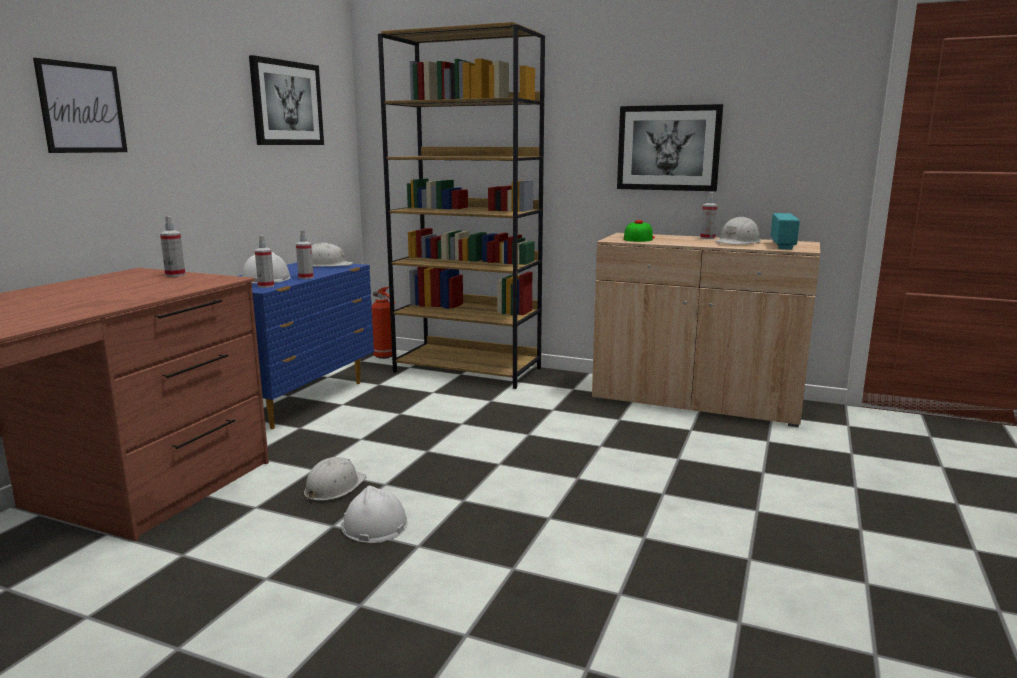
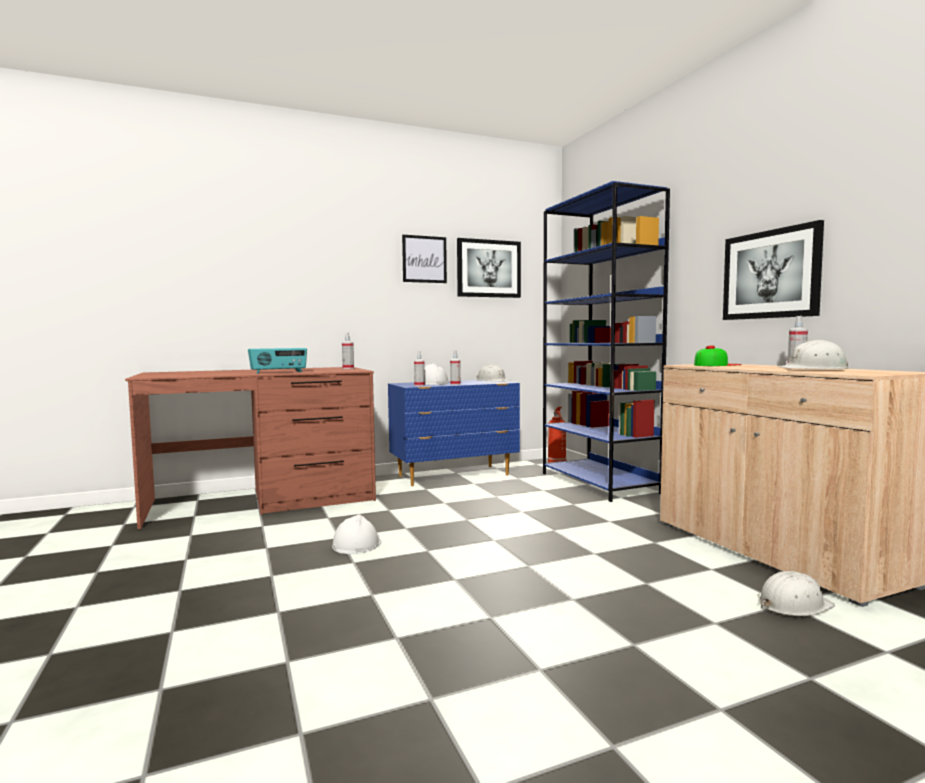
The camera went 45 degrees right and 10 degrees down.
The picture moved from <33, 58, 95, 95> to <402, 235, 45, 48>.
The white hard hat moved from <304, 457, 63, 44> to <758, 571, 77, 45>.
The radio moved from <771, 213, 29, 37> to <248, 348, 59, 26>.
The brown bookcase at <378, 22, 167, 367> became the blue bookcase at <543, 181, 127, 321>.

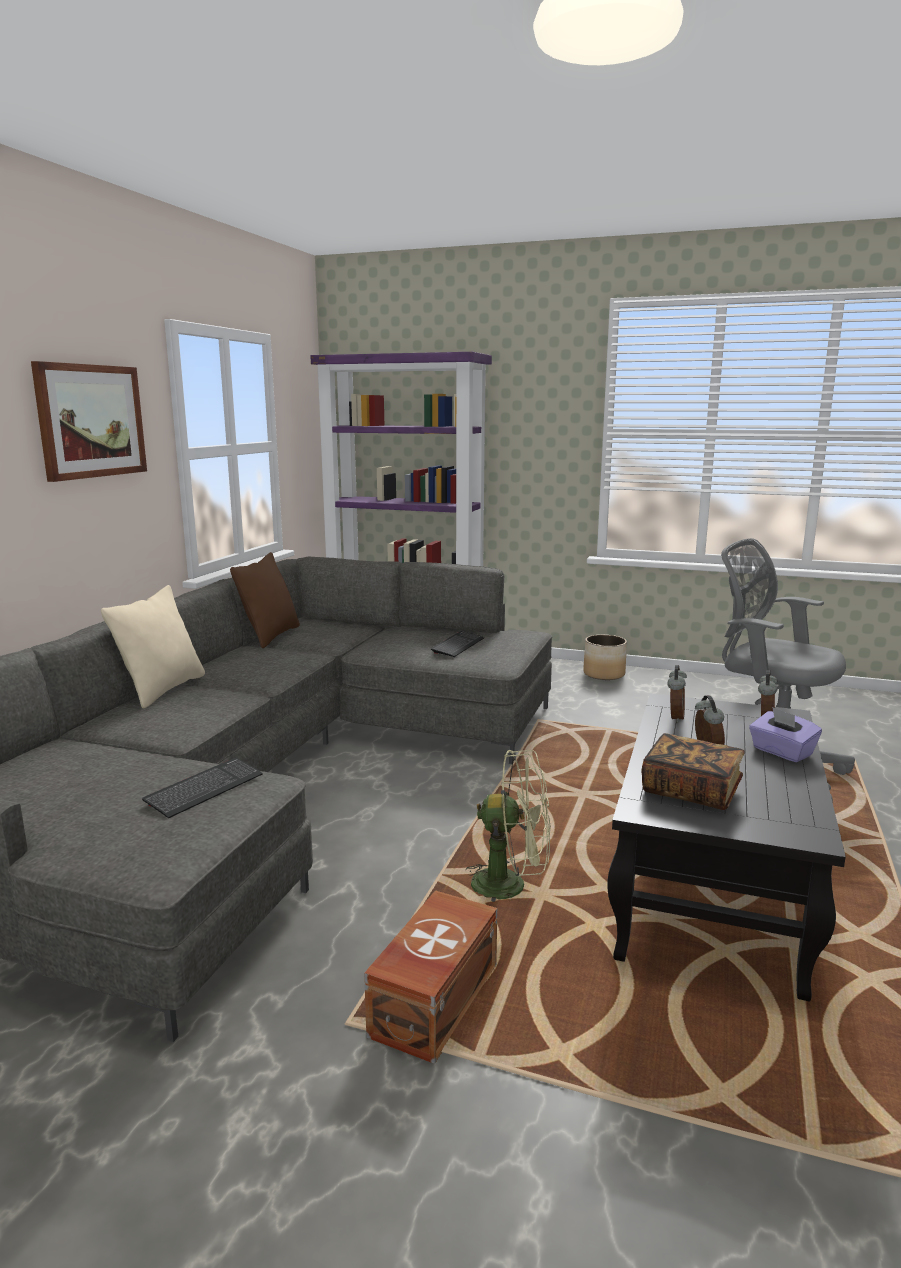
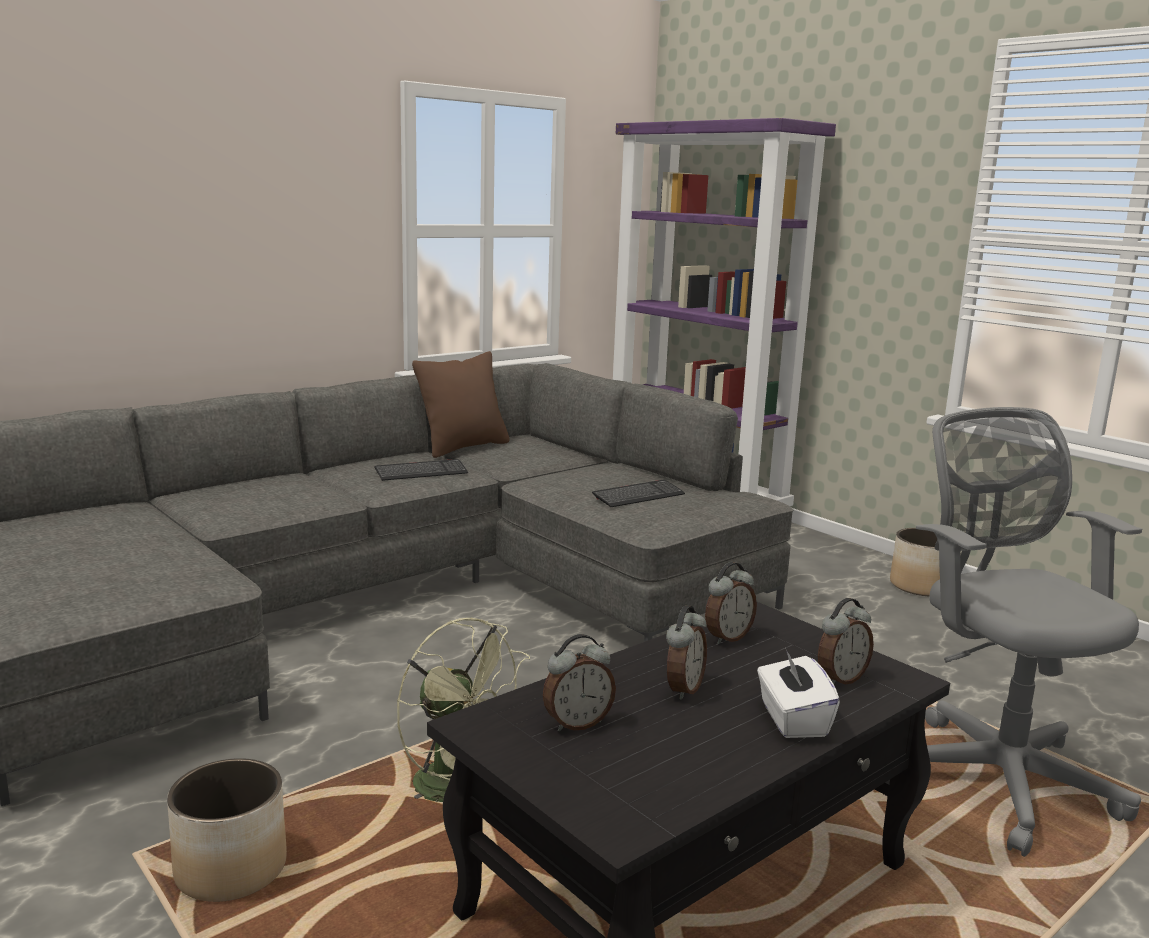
The camera went 30 degrees right and 0 degrees up.
The picture at <31, 361, 116, 121> disappeared.
The beige pillow at <101, 585, 104, 124> disappeared.
The keyboard moved from <142, 758, 121, 60> to <374, 459, 94, 22>.
The brown storage box at <364, 890, 133, 174> was replaced by the planter at <167, 758, 120, 144>.
The book at <641, 733, 104, 77> was replaced by the alarm clock at <543, 634, 73, 98>.
The purple tissue box at <749, 707, 73, 55> became the white tissue box at <757, 647, 83, 91>.

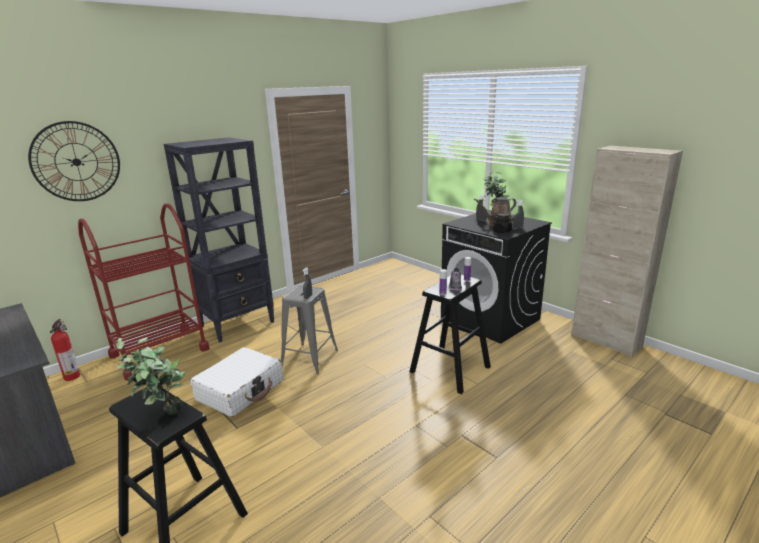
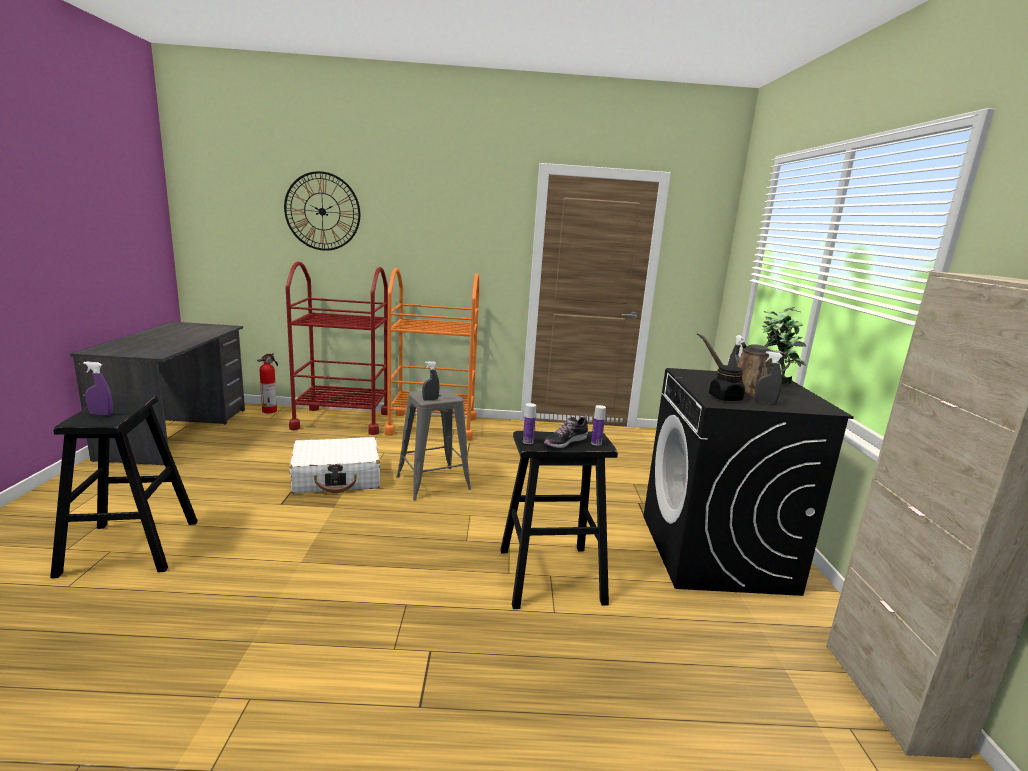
The camera went 40 degrees right and 5 degrees down.
The potted plant at <116, 337, 70, 78> was replaced by the purple spray bottle at <83, 362, 30, 53>.
The black bookcase at <164, 137, 111, 206> was replaced by the orange cart at <384, 268, 95, 173>.

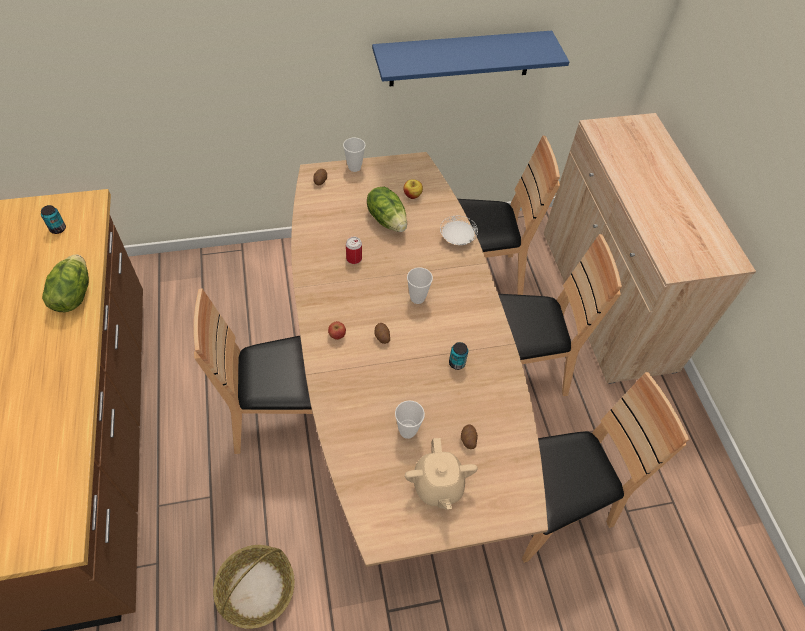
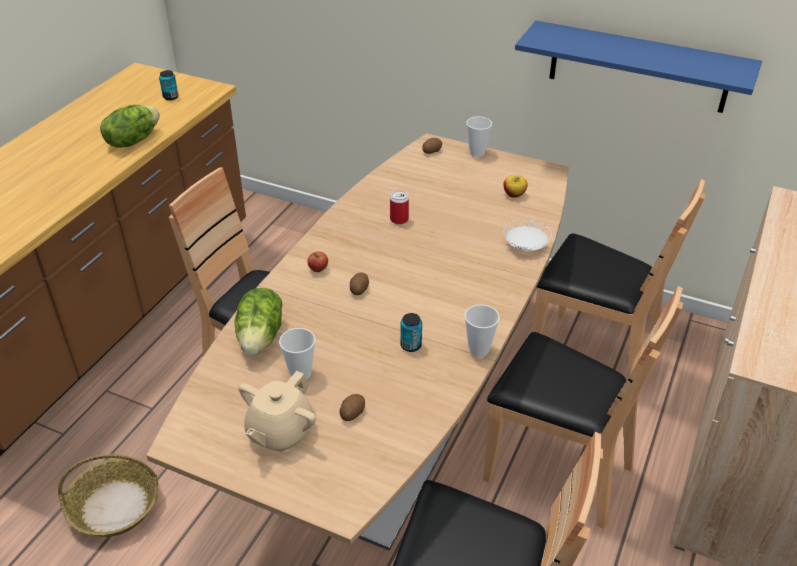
The camera went 40 degrees right and 15 degrees down.
The lettuce moved from <367, 187, 40, 45> to <235, 288, 47, 68>.
The cup moved from <407, 267, 26, 37> to <465, 305, 35, 52>.

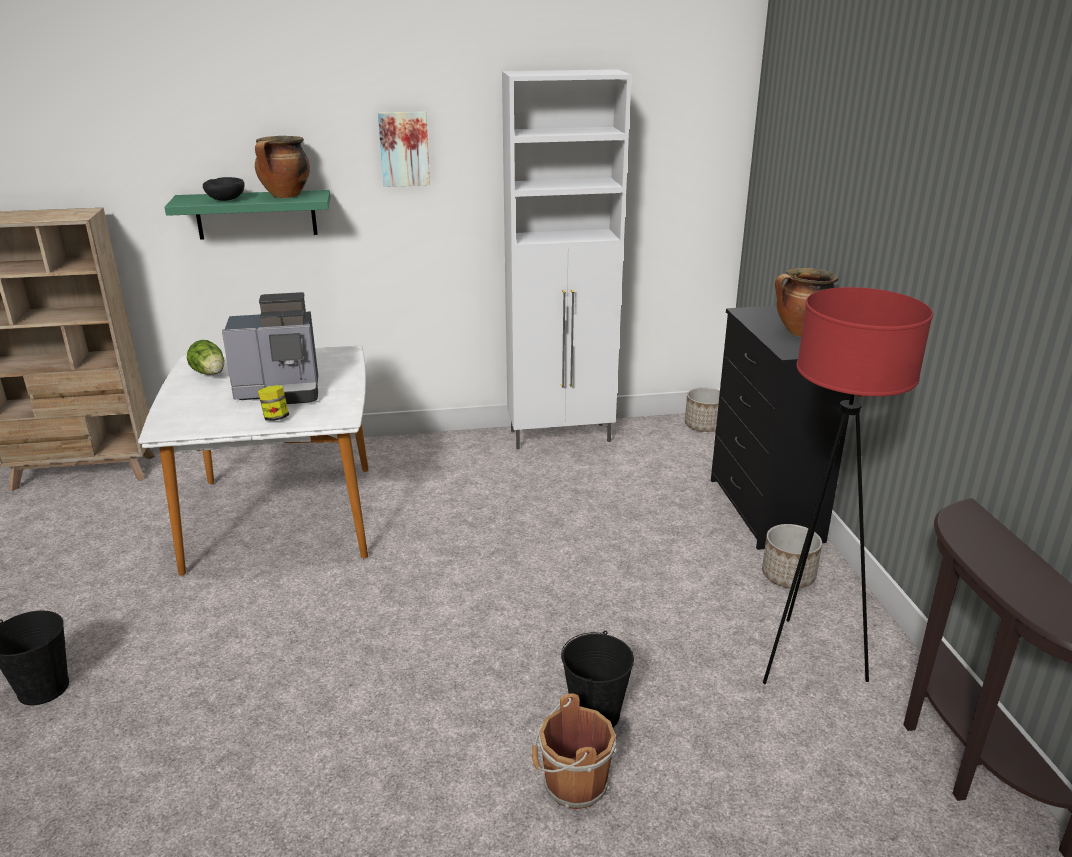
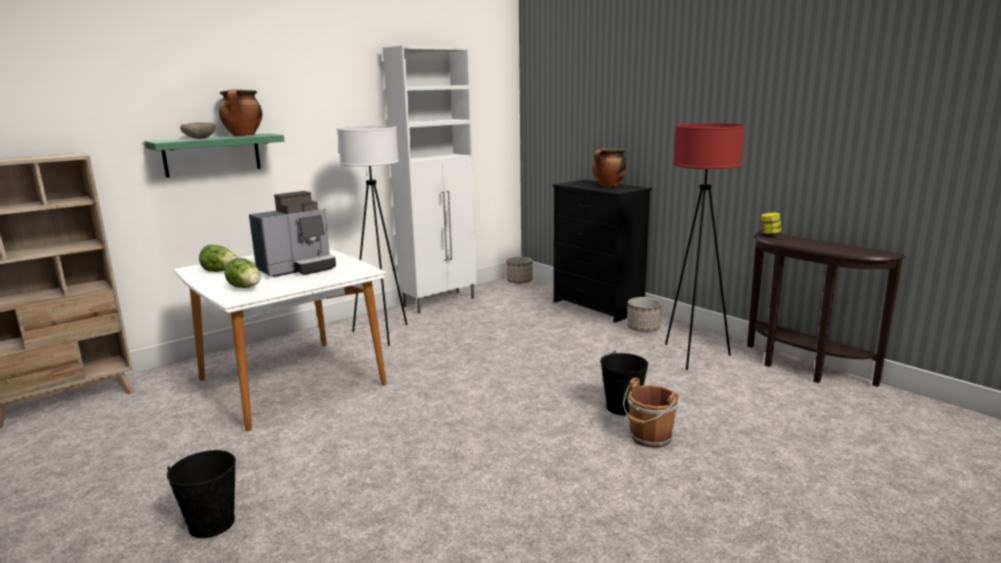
The camera went 30 degrees left and 10 degrees down.
The picture at <378, 111, 52, 76> disappeared.
The lettuce at <225, 258, 35, 30> appeared.
The white floor lamp at <337, 126, 71, 220> appeared.
The jar moved from <258, 385, 31, 36> to <761, 212, 21, 24>.
The black bowl at <203, 177, 42, 24> became the beige bowl at <180, 122, 36, 17>.

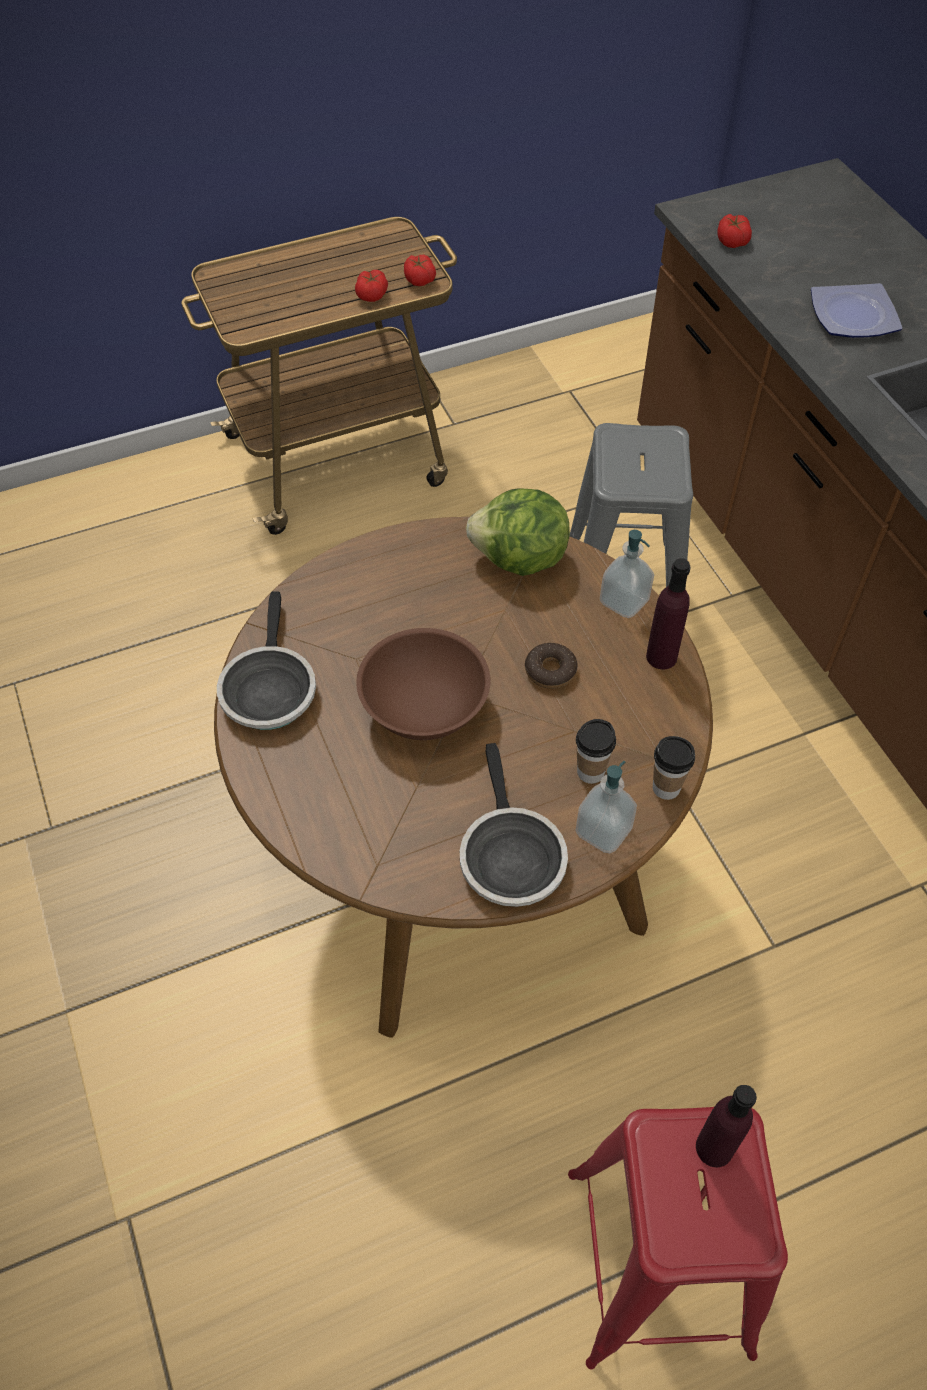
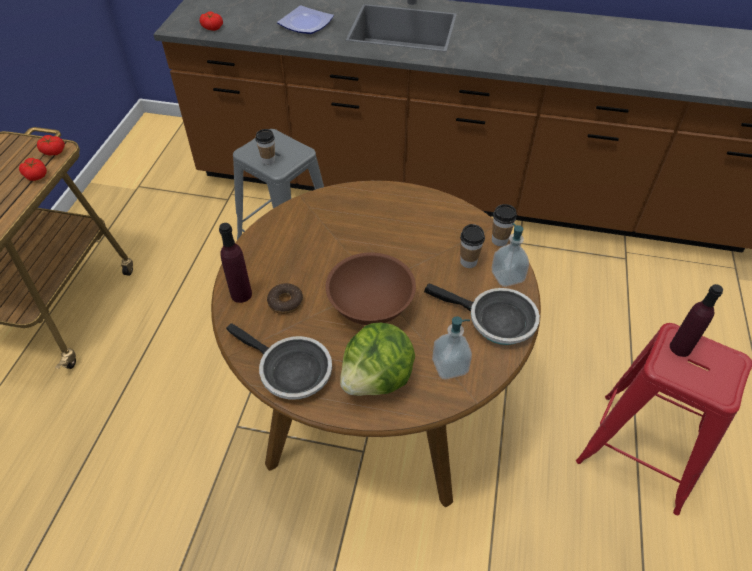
The camera went 55 degrees left and 5 degrees down.
The cup at <255, 129, 20, 36> appeared.
The lettuce moved from <466, 488, 104, 88> to <340, 322, 75, 74>.
The donut moved from <525, 643, 53, 46> to <267, 283, 36, 31>.
The soap dispenser moved from <600, 530, 54, 88> to <432, 316, 40, 63>.
The purple bottle moved from <646, 558, 44, 112> to <219, 223, 33, 80>.

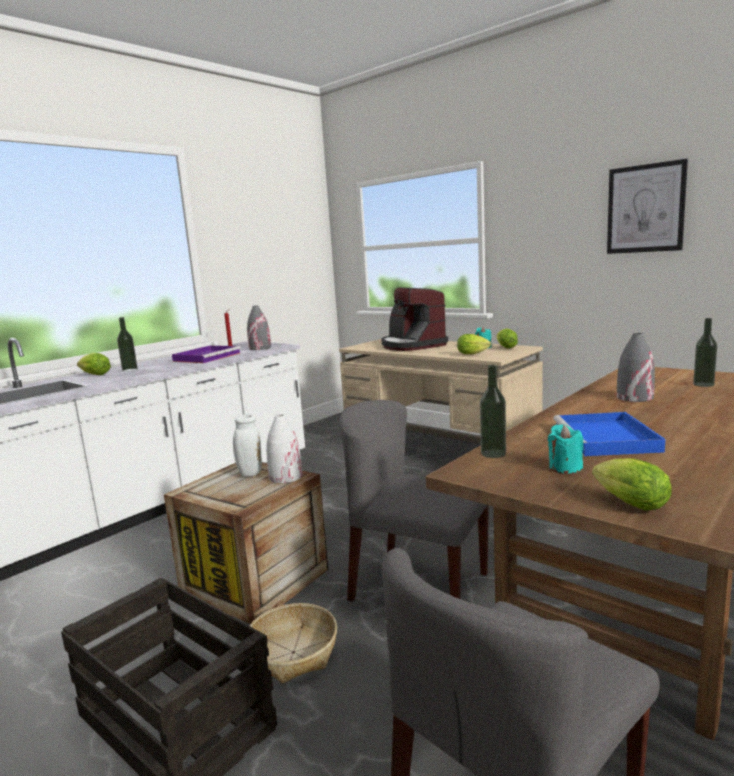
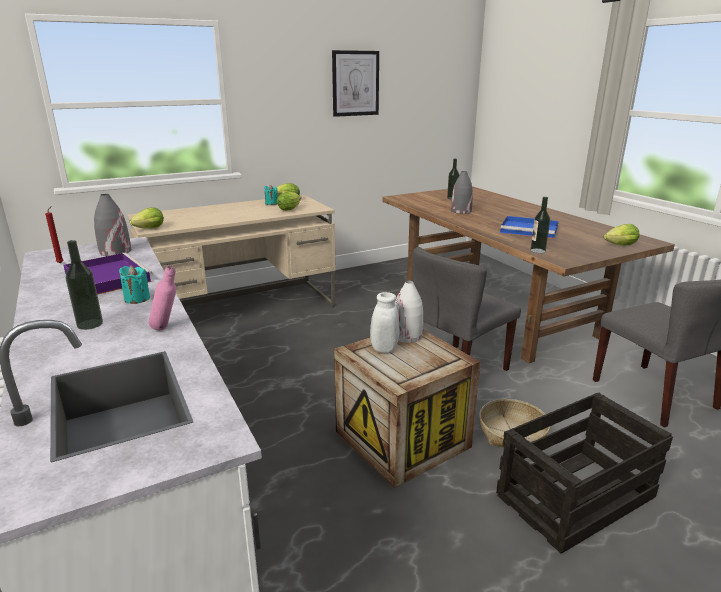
The camera went 70 degrees left and 10 degrees up.
The coffee machine at <381, 287, 67, 64> disappeared.
The pink bottle at <149, 265, 27, 65> appeared.
The lettuce moved from <77, 353, 34, 22> to <130, 207, 34, 22>.
The turquoise candle moved from <548, 424, 35, 50> to <119, 266, 31, 38>.

